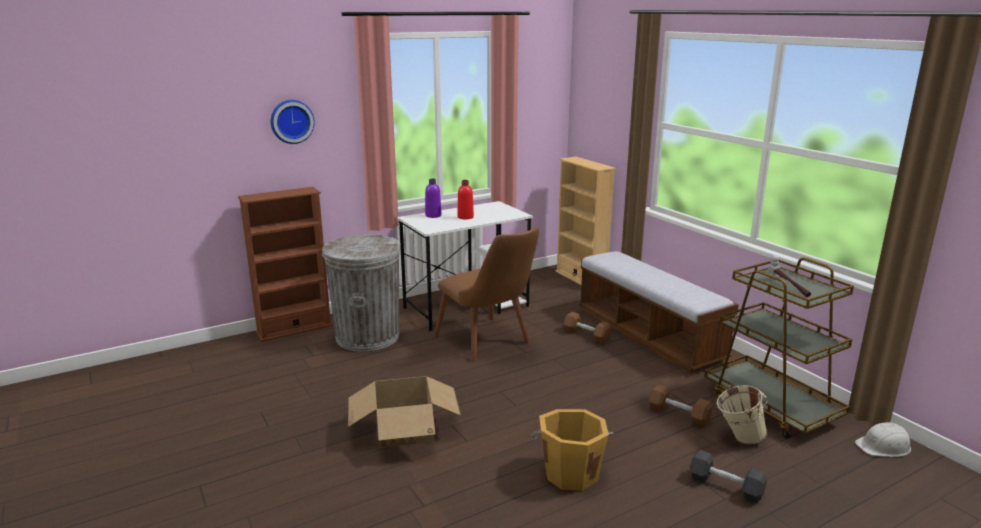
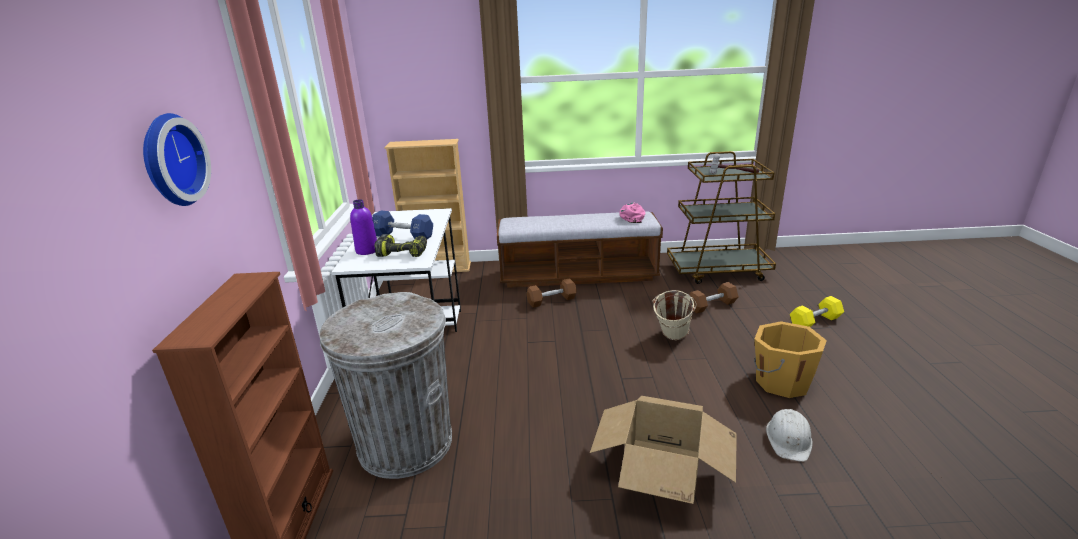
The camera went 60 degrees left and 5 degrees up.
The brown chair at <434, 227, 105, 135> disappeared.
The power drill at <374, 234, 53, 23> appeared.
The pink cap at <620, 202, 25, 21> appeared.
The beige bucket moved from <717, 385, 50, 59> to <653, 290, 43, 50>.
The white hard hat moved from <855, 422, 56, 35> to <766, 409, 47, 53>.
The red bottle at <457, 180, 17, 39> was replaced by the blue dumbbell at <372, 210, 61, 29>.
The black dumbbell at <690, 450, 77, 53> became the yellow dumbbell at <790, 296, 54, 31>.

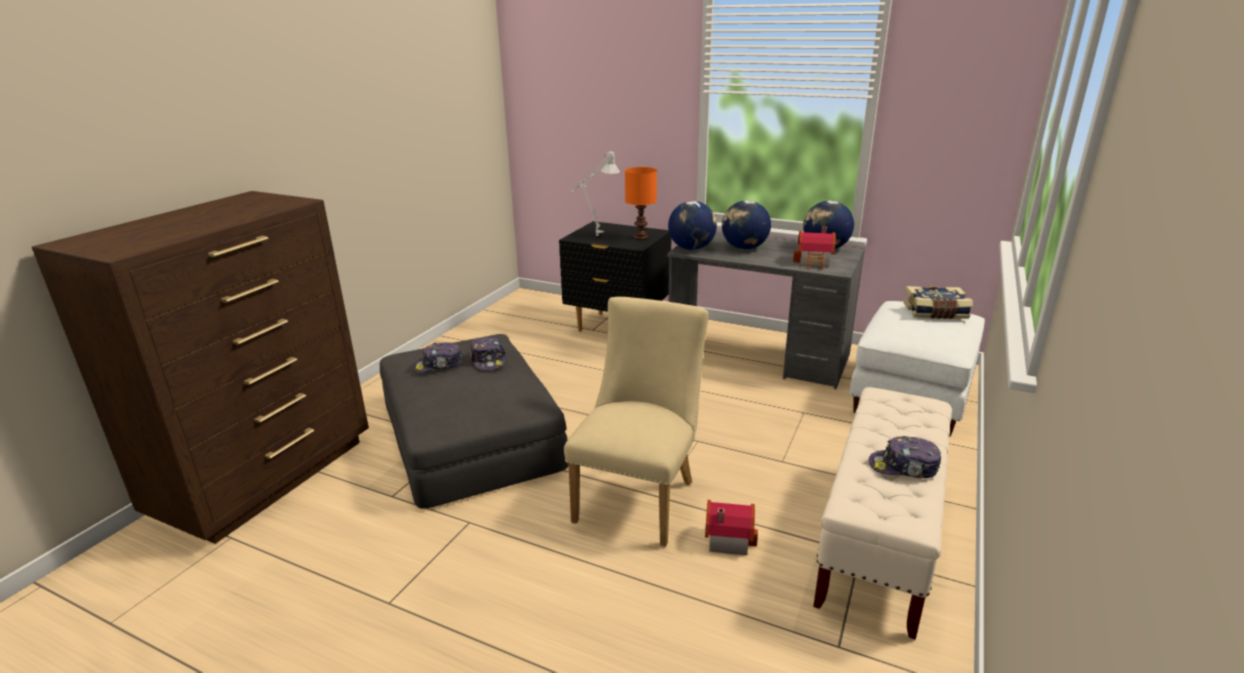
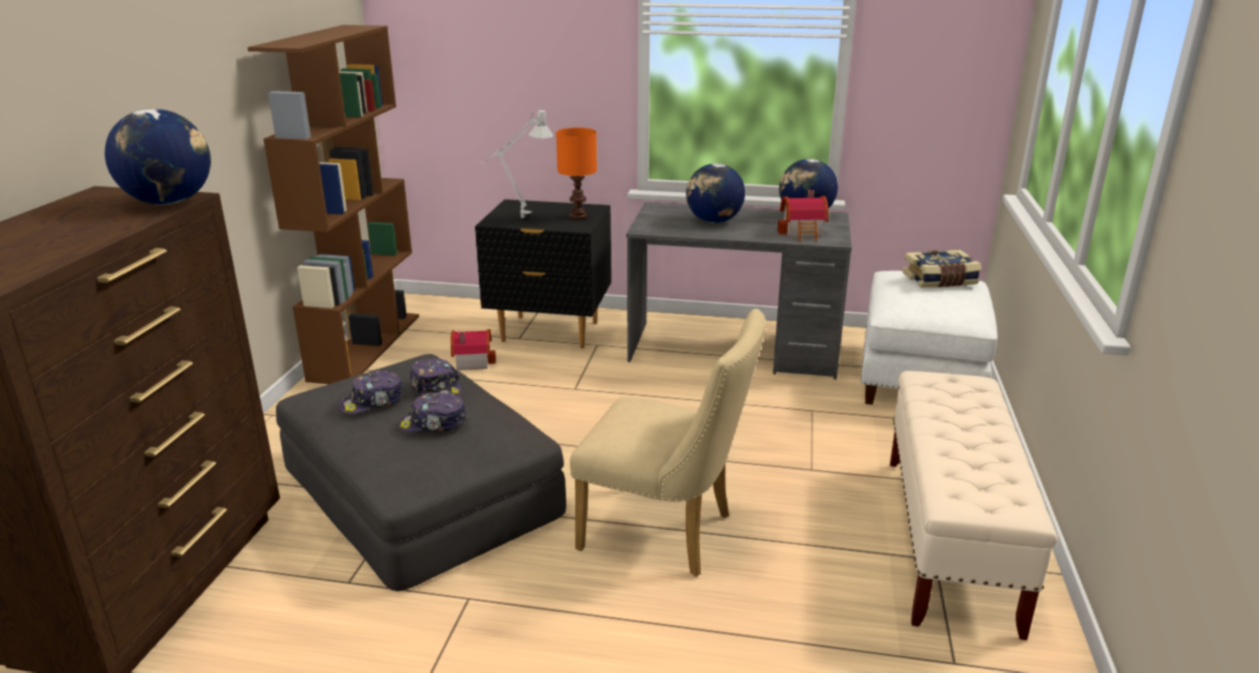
The camera went 15 degrees left and 0 degrees up.
The brown bookcase at <247, 25, 172, 359> appeared.
The globe moved from <668, 201, 49, 49> to <105, 109, 106, 96>.
The toy house moved from <705, 500, 53, 55> to <451, 329, 45, 41>.
The cap moved from <869, 436, 72, 42> to <398, 392, 69, 40>.
The beige chair at <564, 297, 144, 250> turned 105 degrees clockwise.

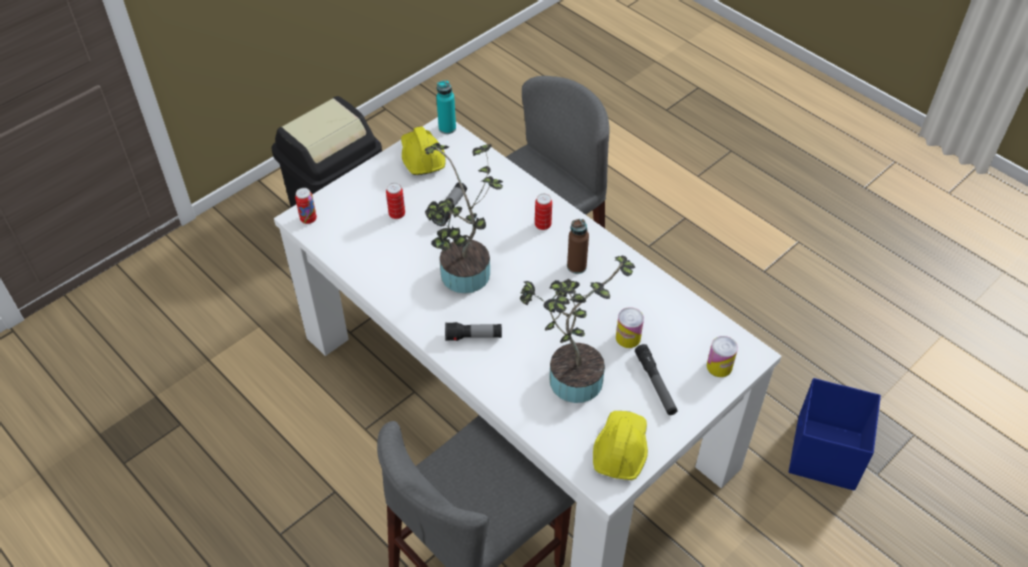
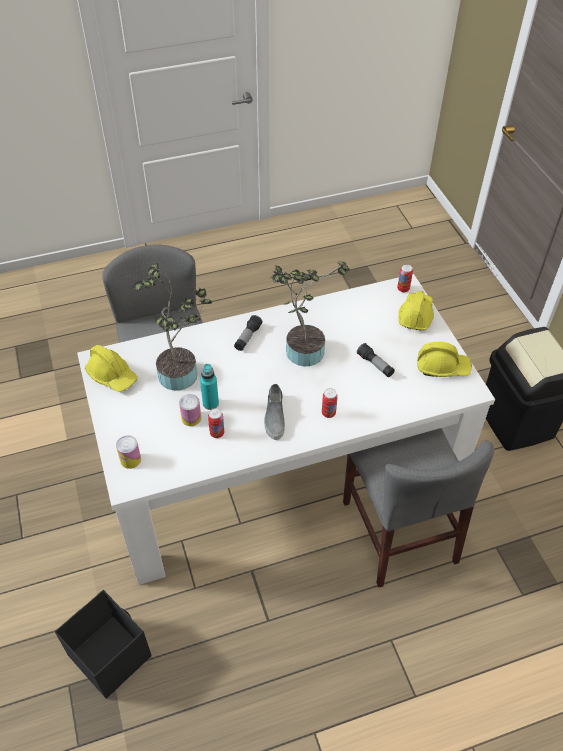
The camera went 115 degrees right and 0 degrees up.
The flashlight at <635, 344, 42, 71> disappeared.
The yellow hard hat at <398, 291, 36, 39> appeared.
The can moved from <386, 183, 19, 36> to <208, 408, 16, 30>.
The turquoise bottle moved from <436, 80, 20, 54> to <200, 364, 19, 46>.
The brown bottle at <567, 219, 22, 55> was replaced by the grey shoe at <264, 384, 21, 56>.
The blue storage box at <789, 378, 92, 113> became the black storage box at <55, 590, 97, 109>.

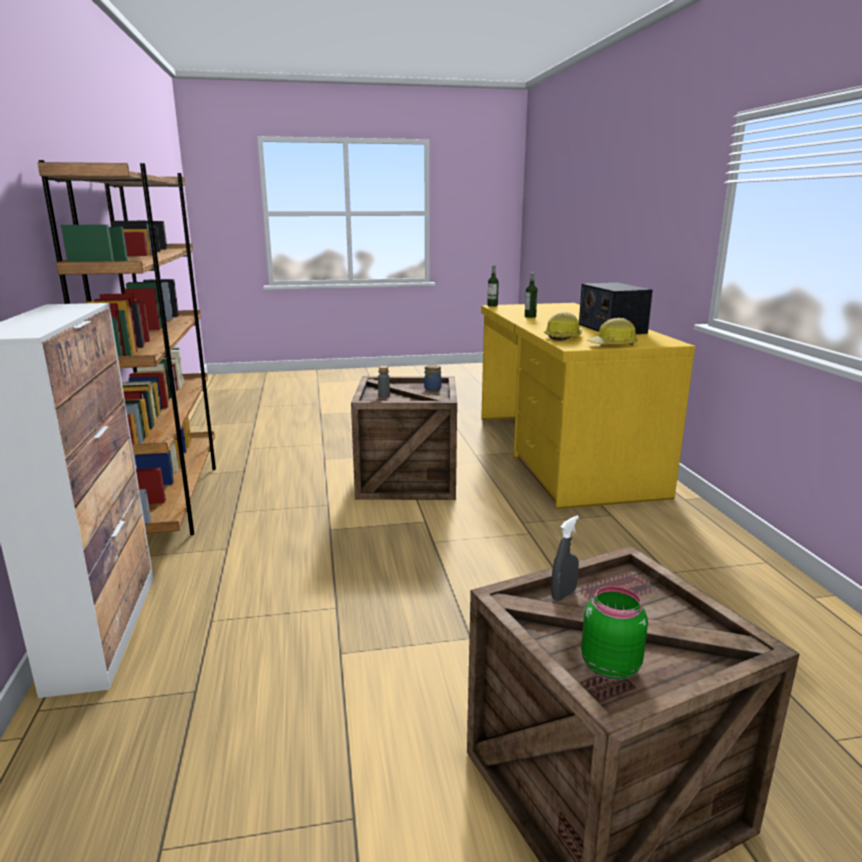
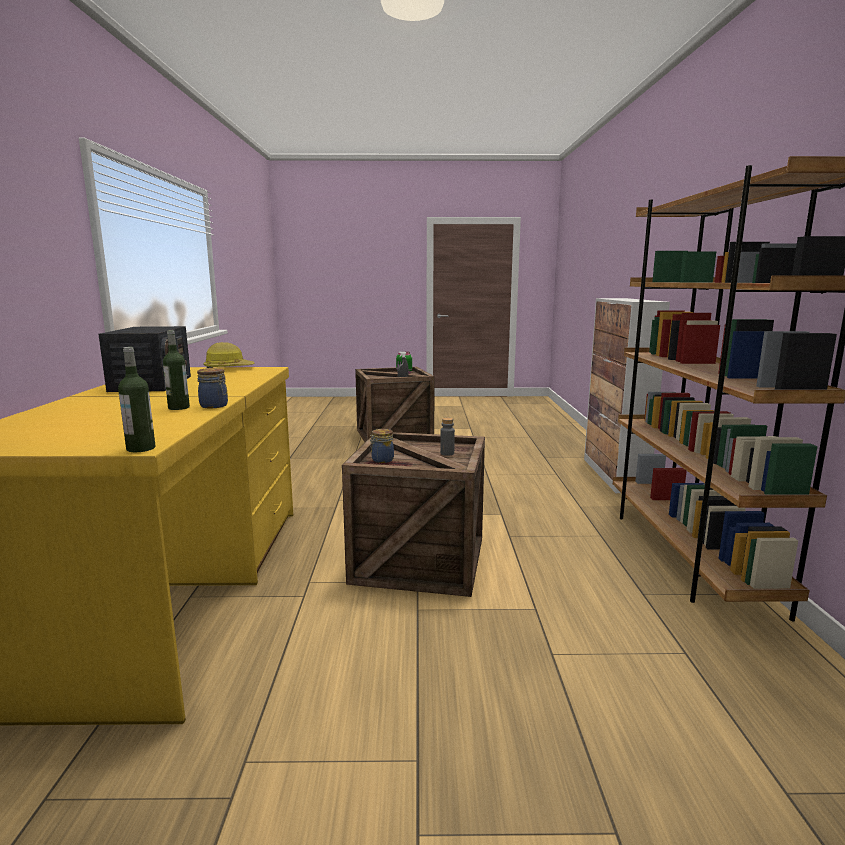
The camera went 170 degrees left and 5 degrees down.
The hard hat at <544, 312, 38, 29> disappeared.
The jar at <197, 368, 31, 40> appeared.

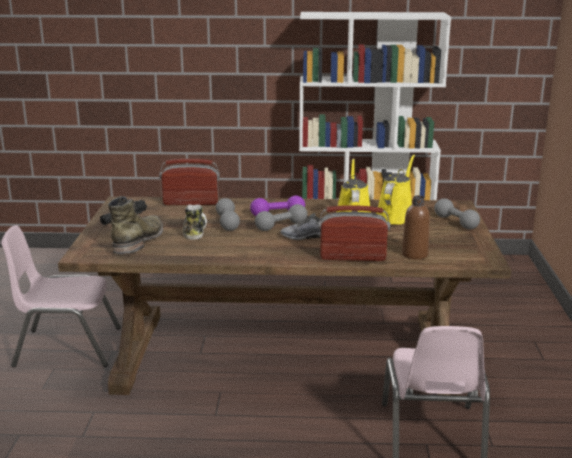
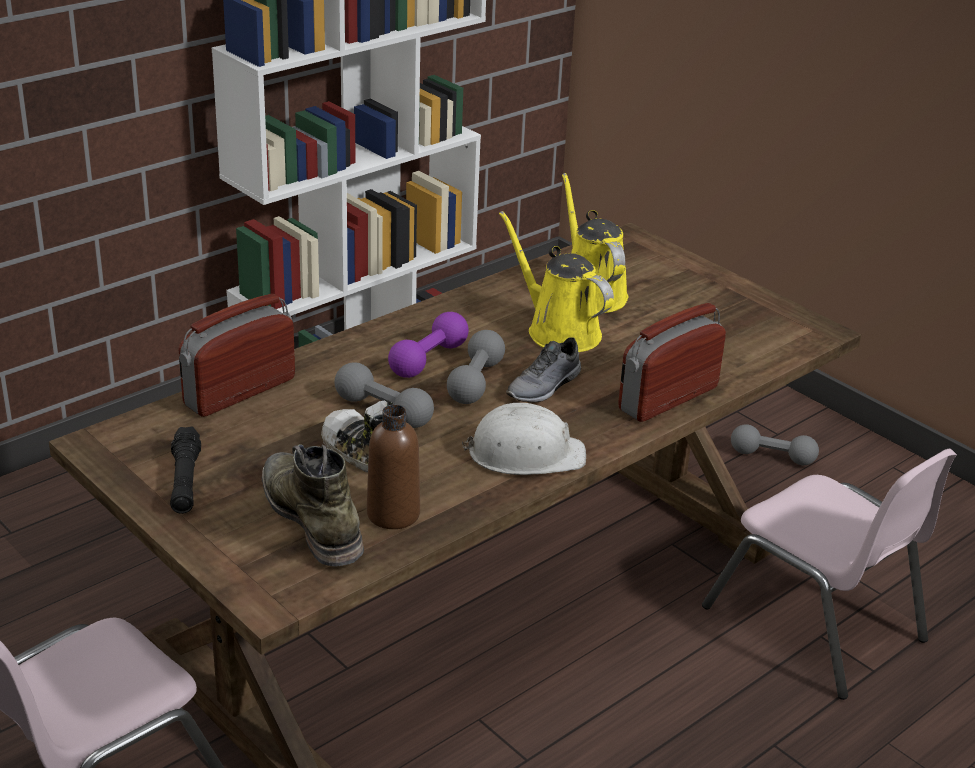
The camera went 45 degrees left and 10 degrees up.
The white hard hat at <462, 403, 124, 72> appeared.
The brown bottle moved from <402, 195, 28, 65> to <367, 405, 53, 124>.
The grey dumbbell moved from <434, 198, 46, 31> to <731, 424, 88, 41>.

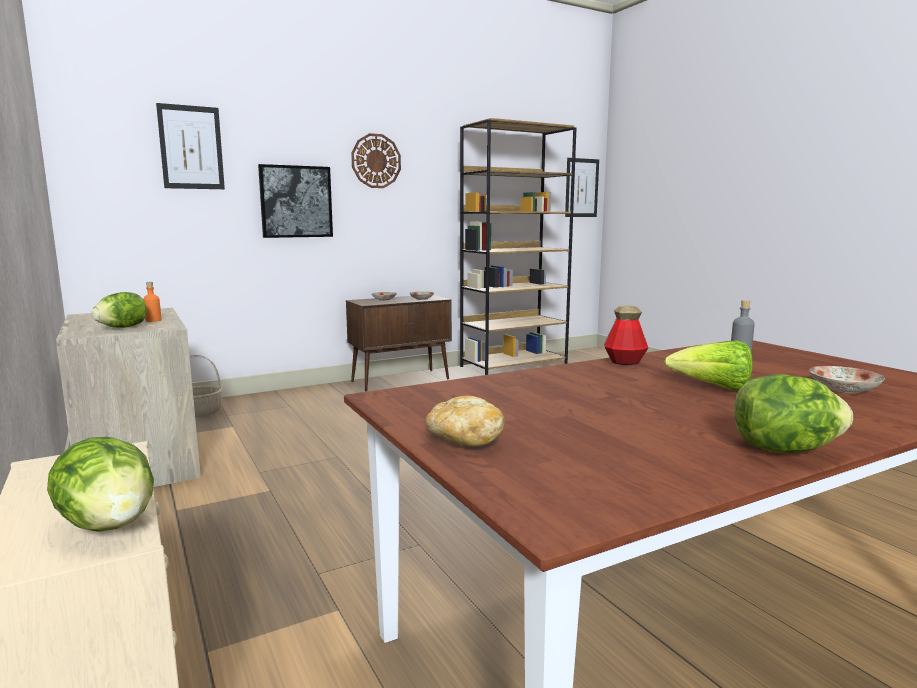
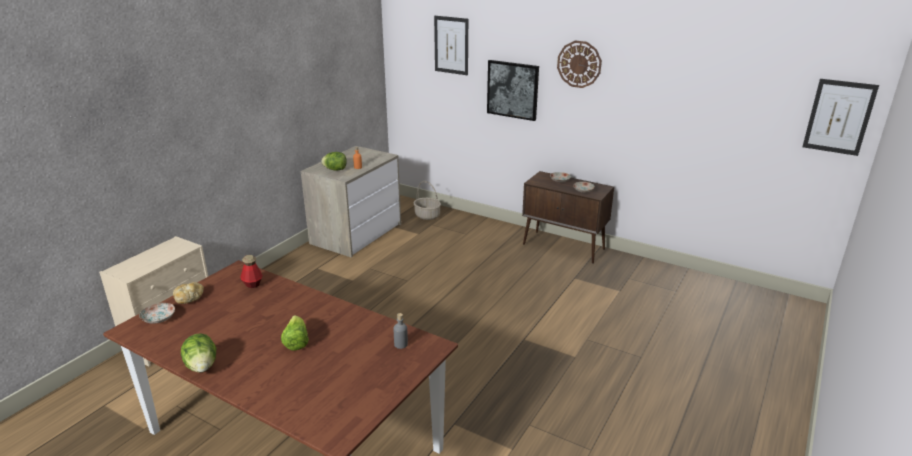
The camera went 60 degrees right and 15 degrees up.
The lettuce at <47, 437, 107, 95> disappeared.
The brown bookcase at <460, 118, 116, 257> disappeared.
The bottle moved from <604, 305, 44, 60> to <240, 255, 23, 33>.
The plate moved from <809, 366, 76, 28> to <139, 303, 36, 21>.

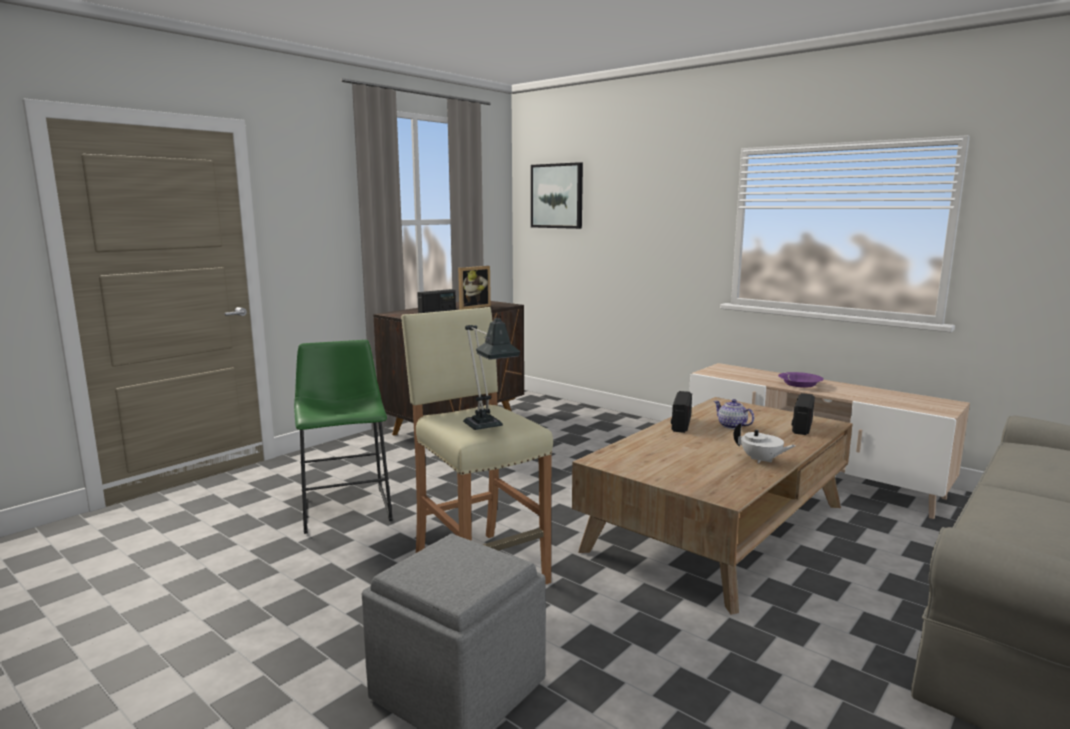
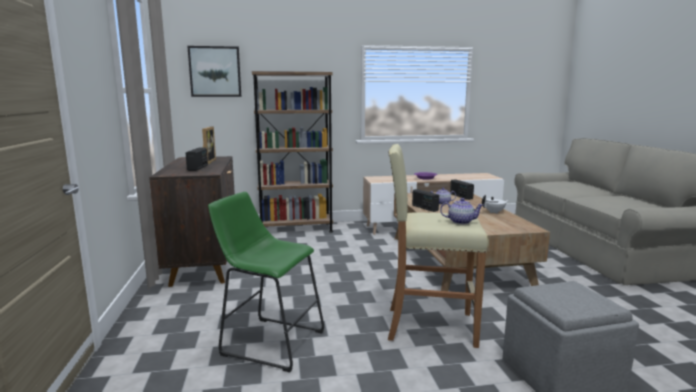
The camera went 50 degrees left and 0 degrees up.
The brown bookcase at <252, 71, 81, 161> appeared.
The table lamp at <463, 313, 57, 117> was replaced by the teapot at <440, 198, 43, 26>.

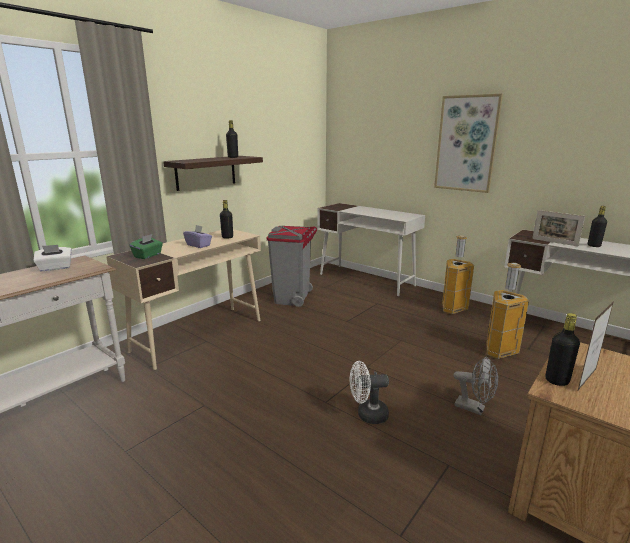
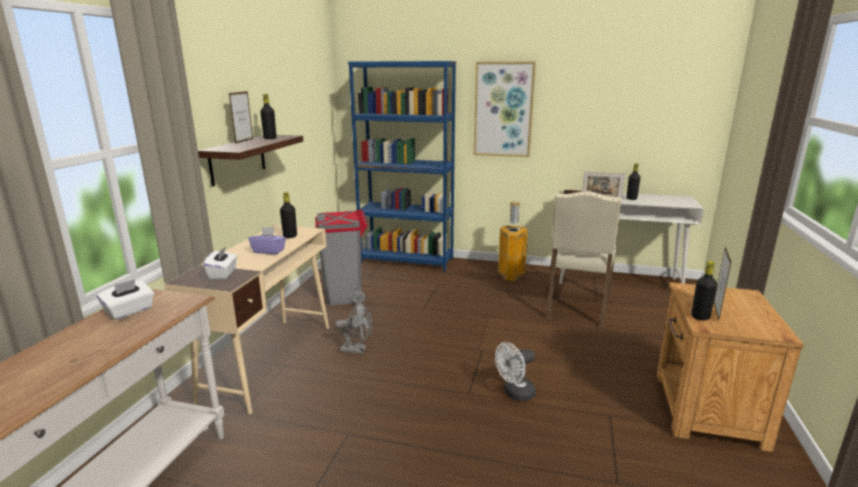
The camera went 25 degrees left and 0 degrees up.
The picture frame at <229, 91, 24, 53> appeared.
The grey fan moved from <453, 357, 45, 58> to <335, 302, 37, 52>.
The white desk at <317, 203, 108, 93> was replaced by the blue bookcase at <348, 61, 108, 210>.
The trash can at <487, 263, 42, 96> was replaced by the beige chair at <547, 191, 75, 136>.
The green tissue box at <129, 234, 34, 25> became the white tissue box at <203, 246, 34, 33>.

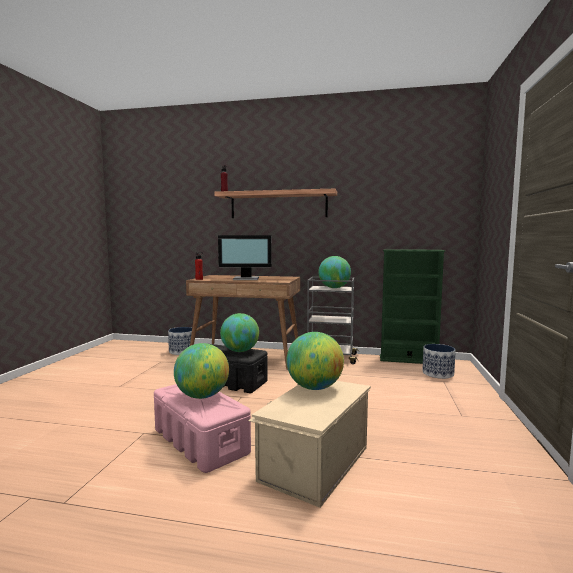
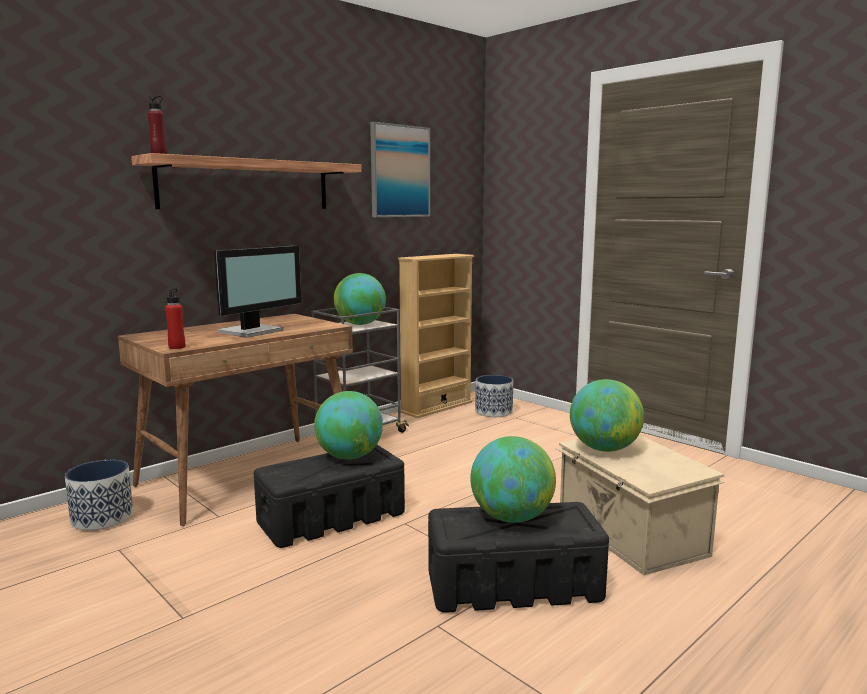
The camera went 55 degrees left and 5 degrees up.
The picture at <370, 122, 60, 95> appeared.
The pink storage box at <154, 384, 97, 89> became the black storage box at <428, 502, 181, 111>.
The green bookcase at <380, 249, 65, 115> became the beige bookcase at <398, 254, 76, 164>.

